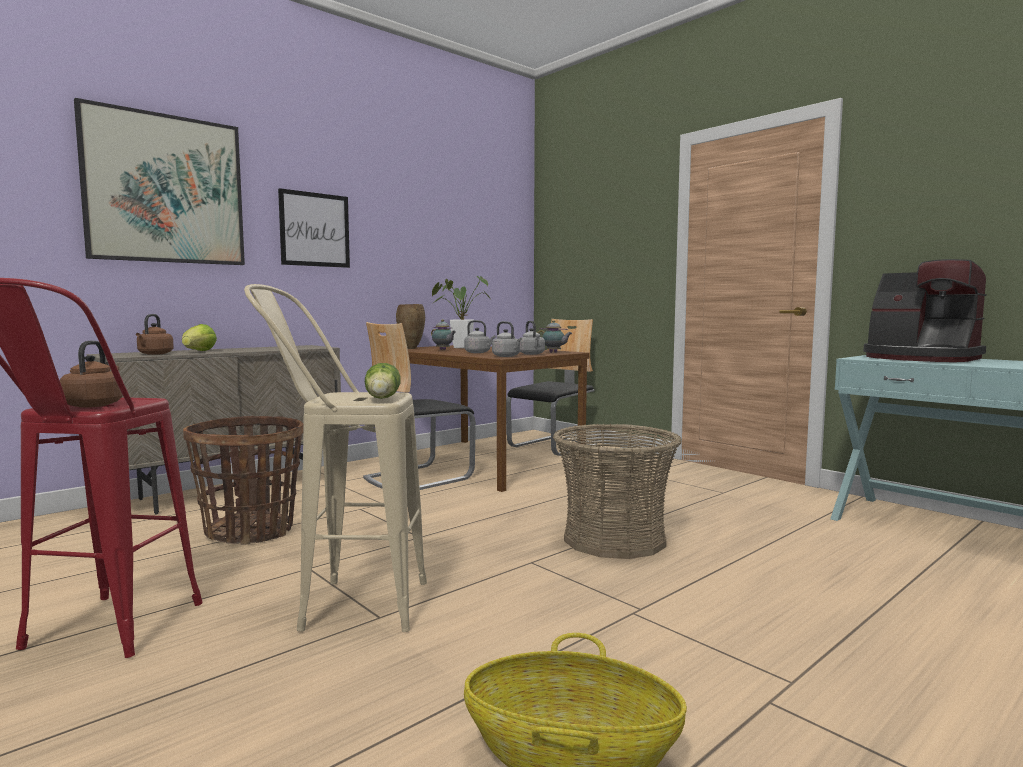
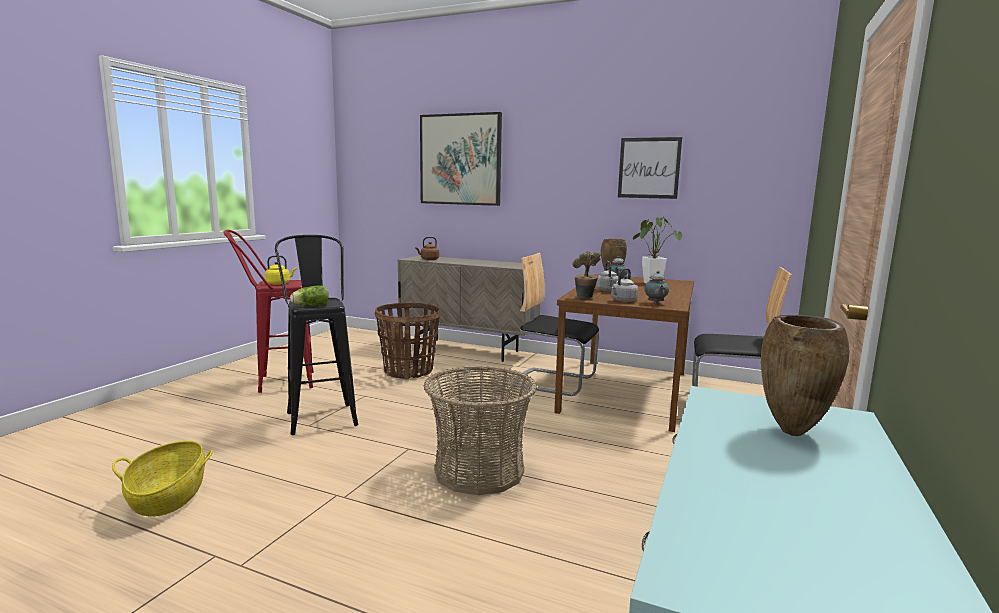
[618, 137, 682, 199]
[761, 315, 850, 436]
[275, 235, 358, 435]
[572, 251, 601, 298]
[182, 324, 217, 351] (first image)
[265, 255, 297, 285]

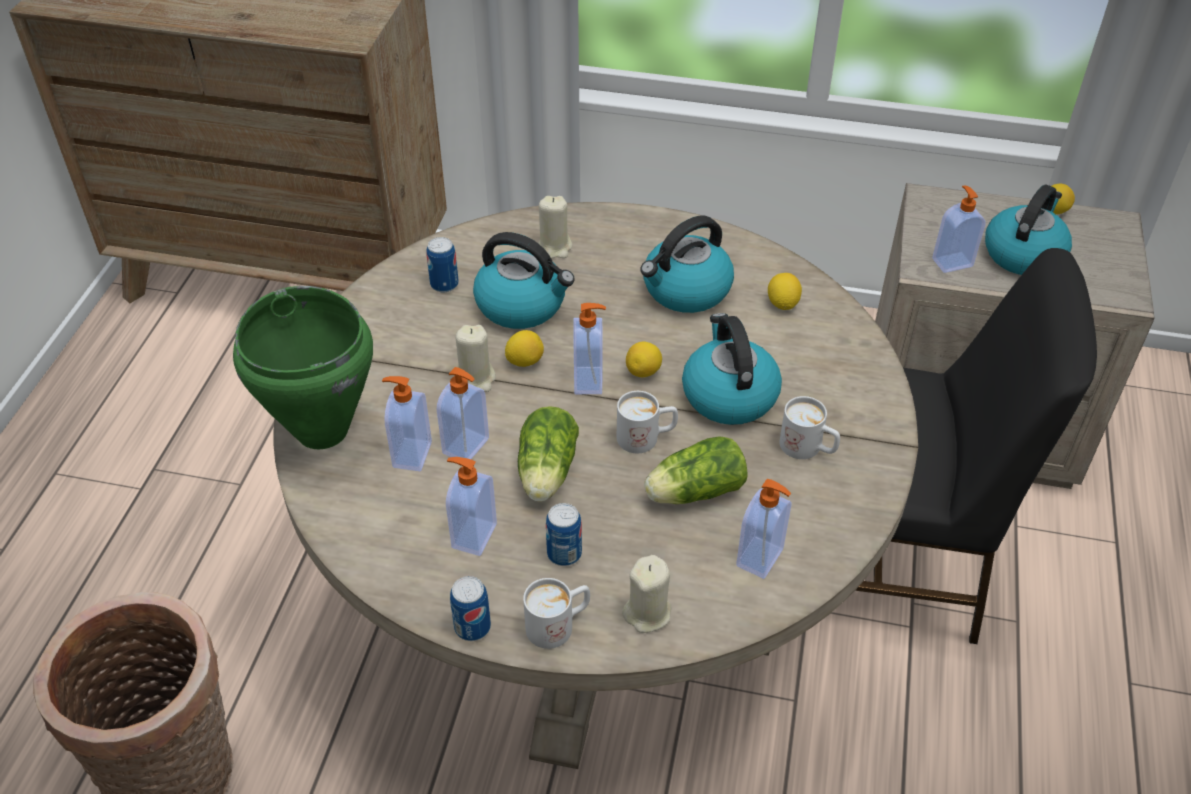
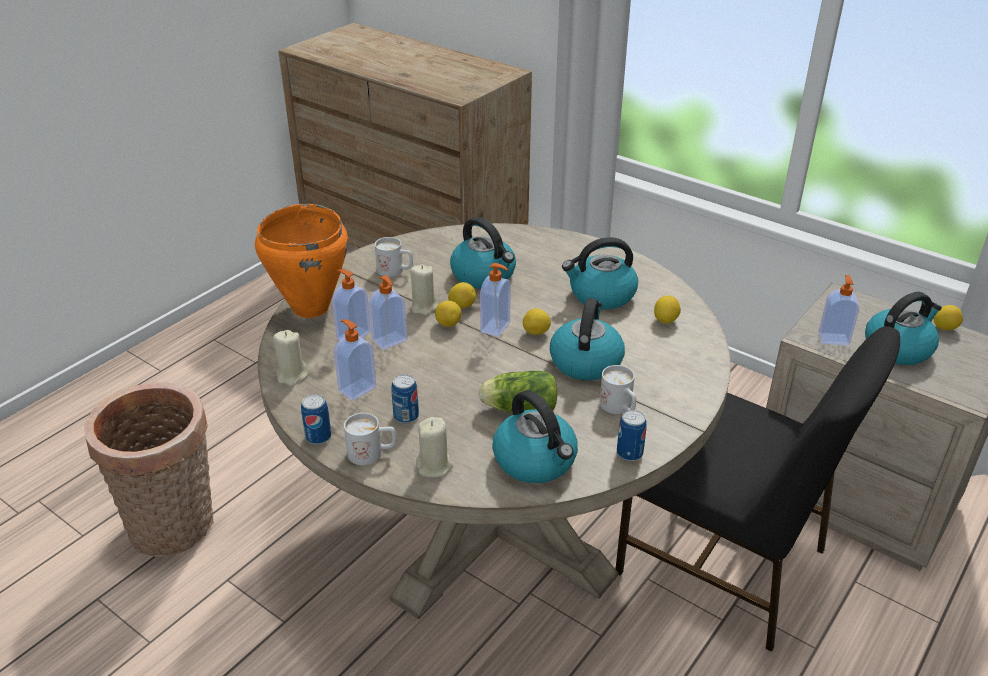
[273, 330, 309, 386]
[617, 410, 647, 461]
[255, 204, 348, 318]
[375, 237, 413, 277]
[518, 406, 579, 502] (first image)
[492, 390, 578, 483]
[435, 301, 462, 327]

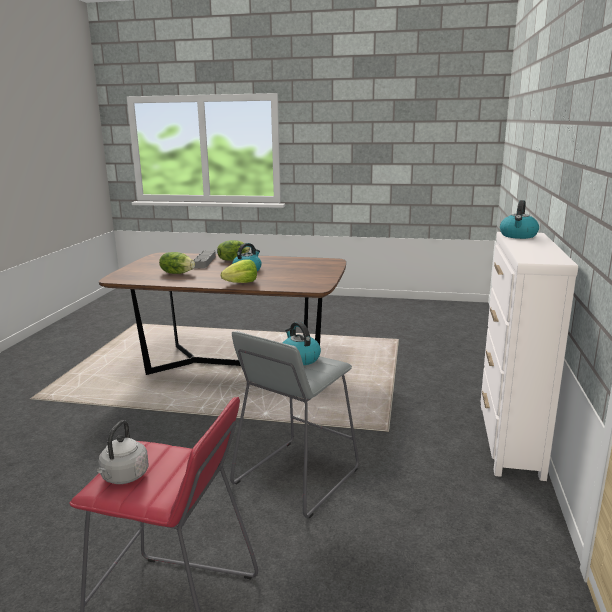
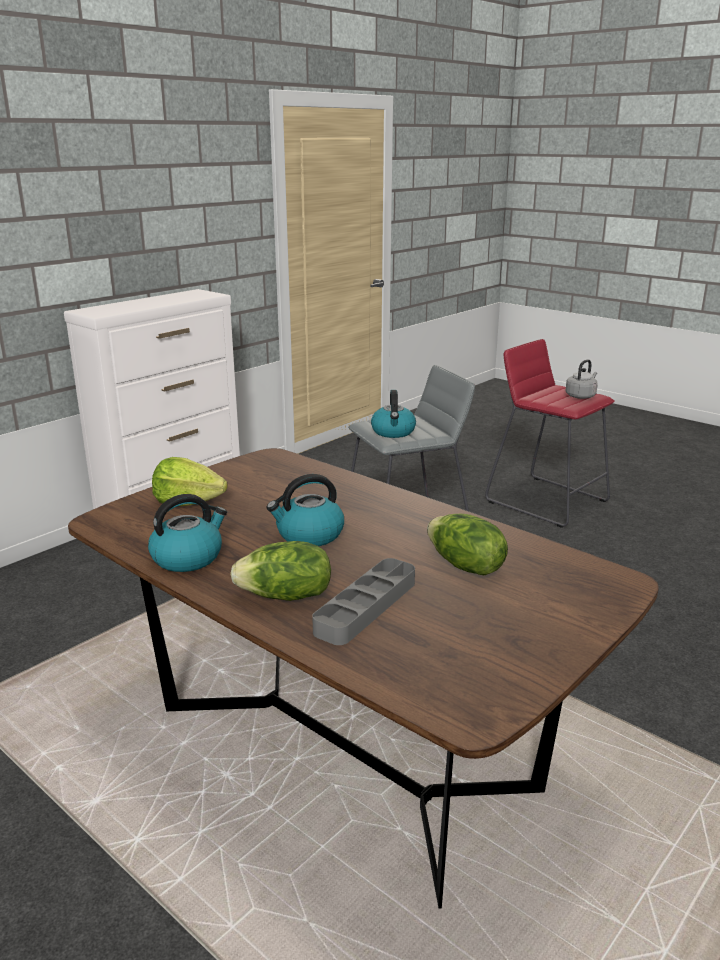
[148, 494, 227, 572]
[152, 457, 227, 506]

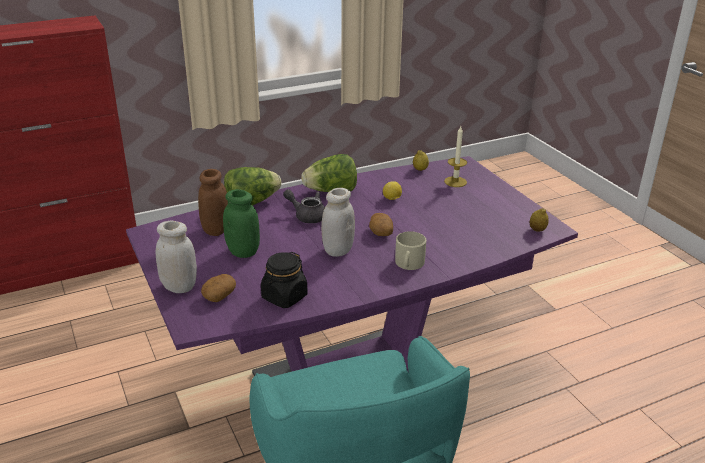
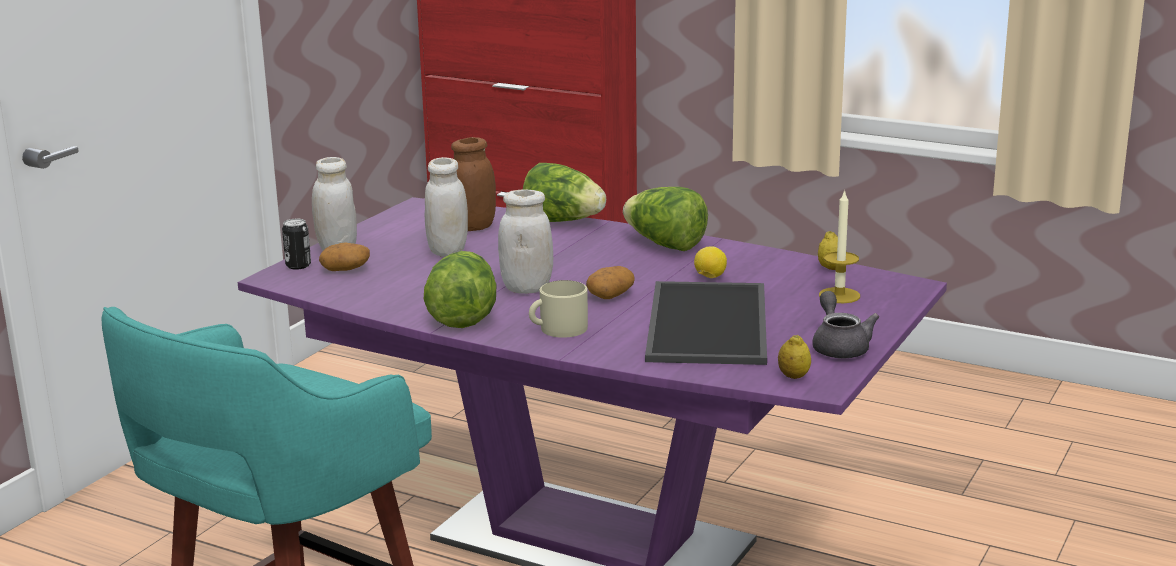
[424, 157, 468, 257]
[812, 291, 879, 358]
[261, 252, 308, 308] (first image)
[282, 219, 311, 270]
[424, 251, 496, 328]
[645, 281, 767, 365]

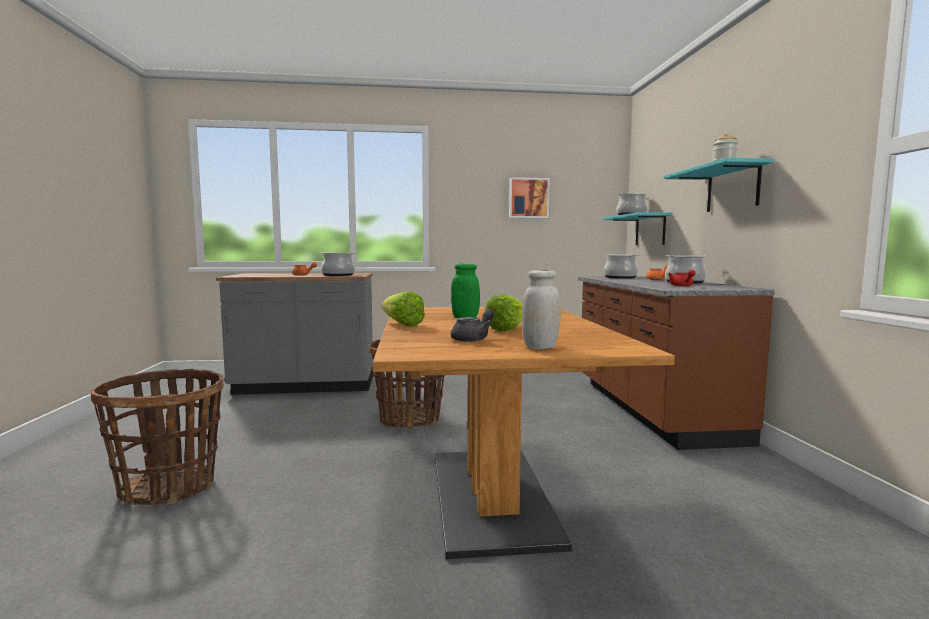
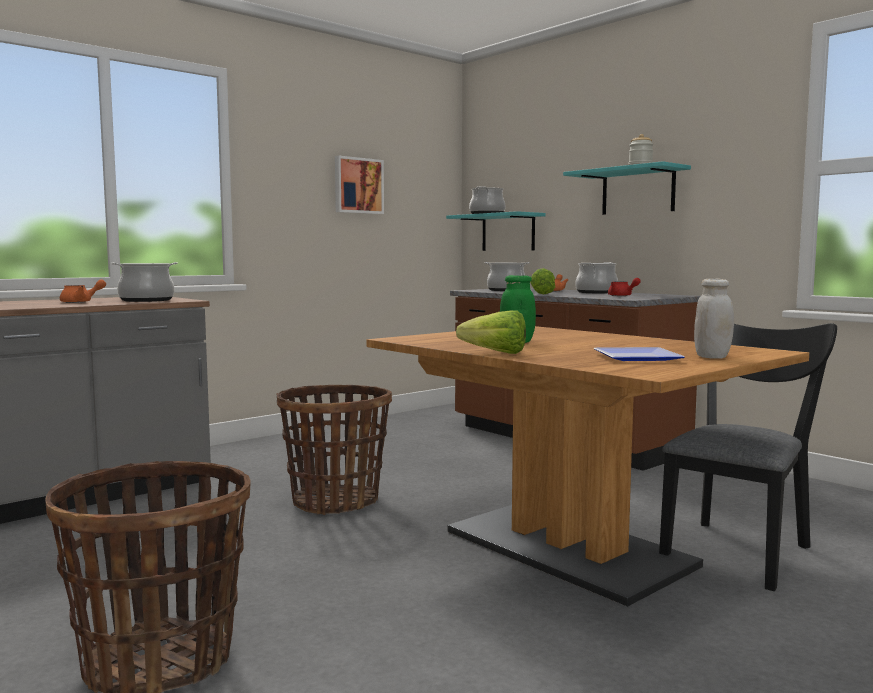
[530, 268, 555, 294]
[594, 347, 685, 361]
[659, 323, 837, 591]

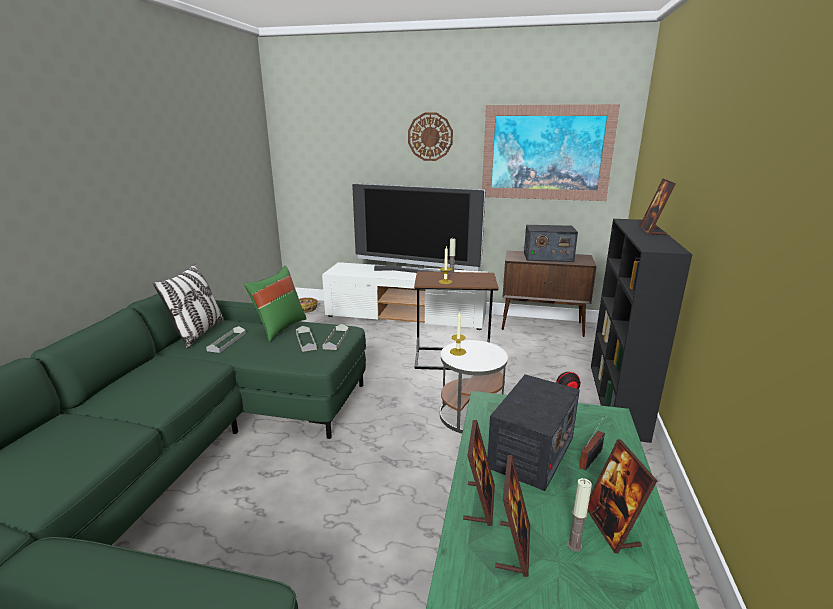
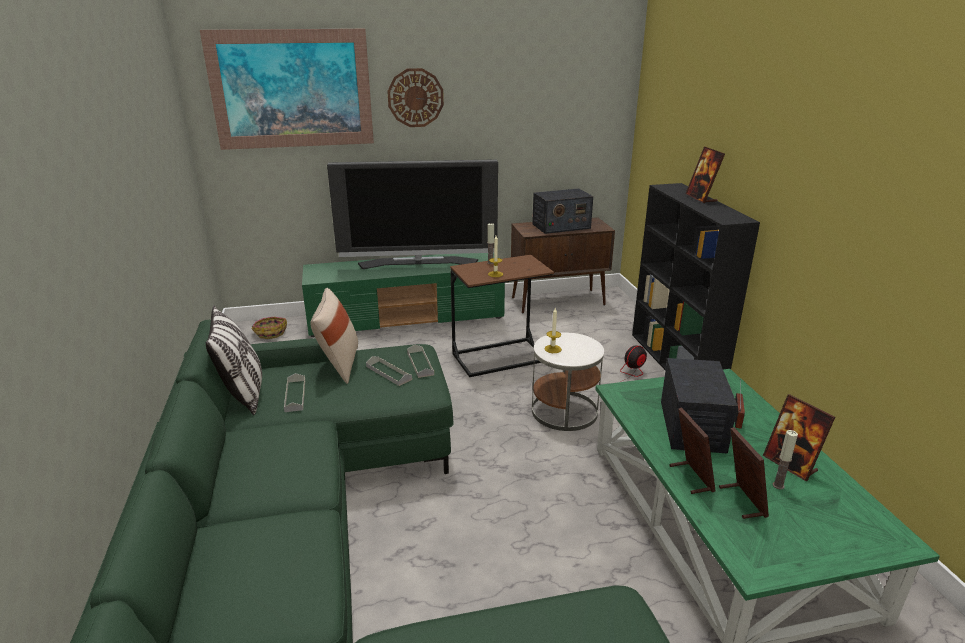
[200, 29, 374, 150]
[302, 253, 505, 337]
[310, 288, 358, 384]

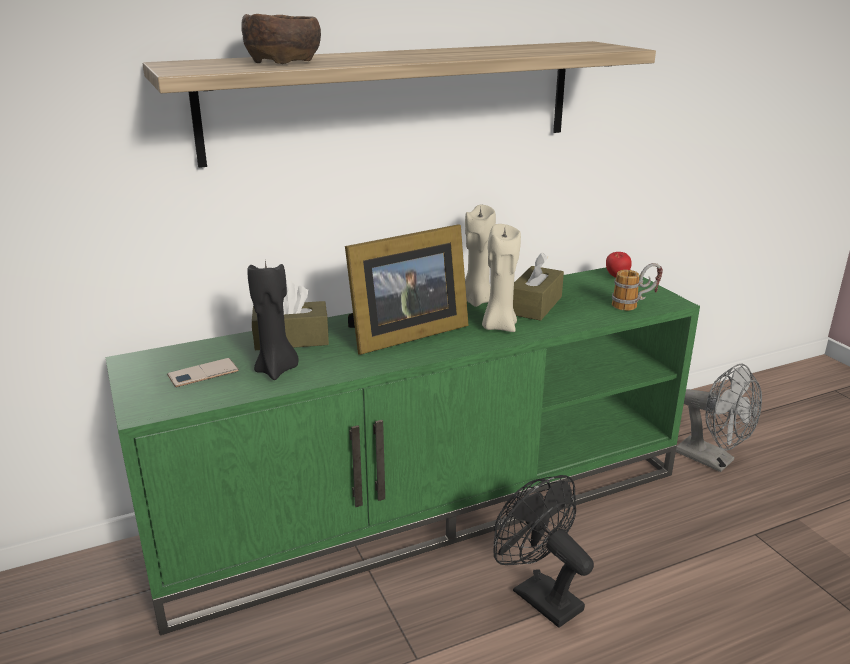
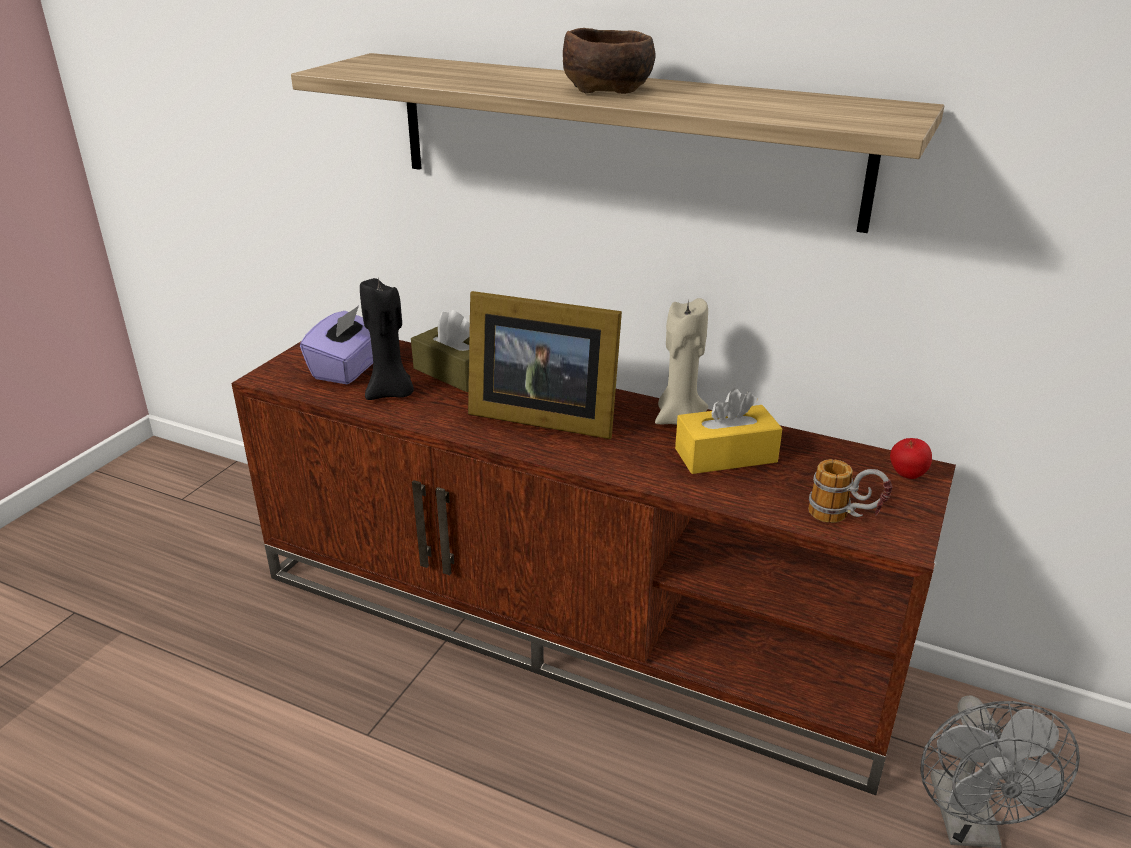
[563, 28, 656, 94]
[482, 224, 521, 332] (first image)
[675, 388, 783, 474]
[231, 340, 956, 795]
[300, 306, 373, 384]
[493, 475, 594, 628] (first image)

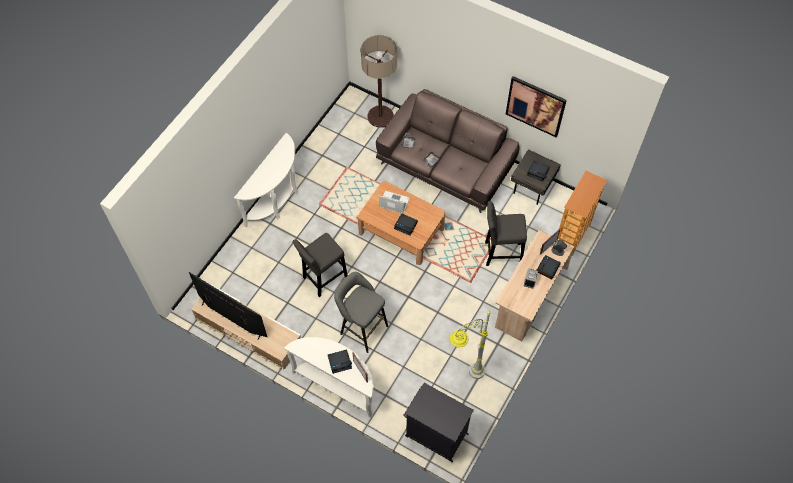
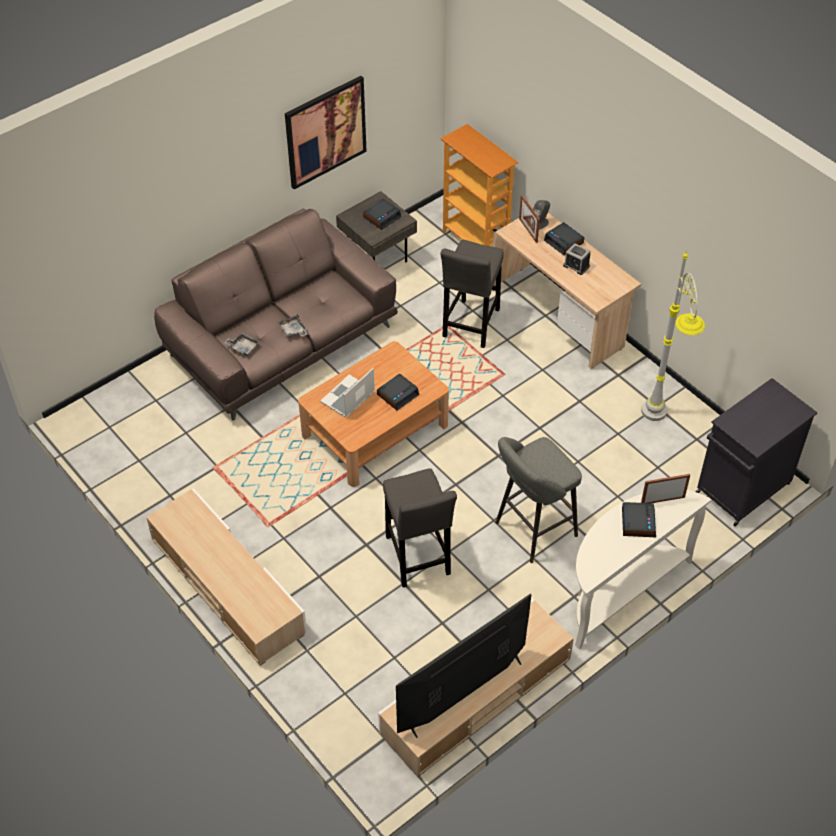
[361, 35, 397, 128] (first image)
[146, 488, 307, 666]

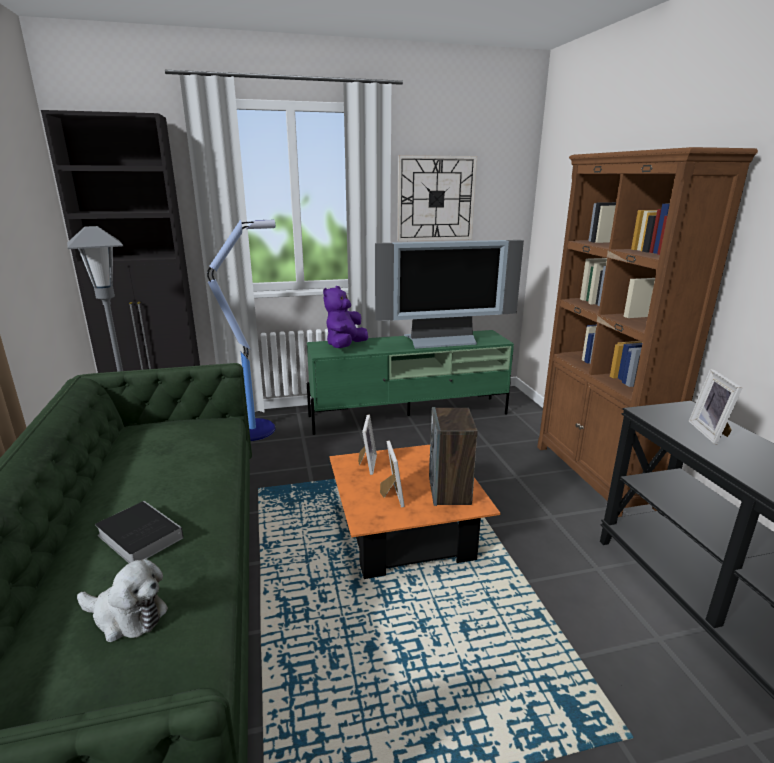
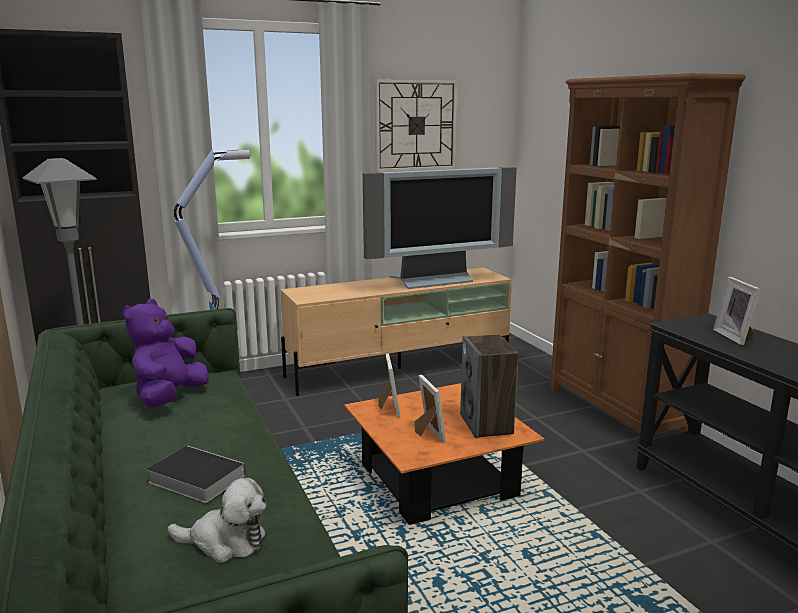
[123, 299, 209, 407]
[281, 268, 512, 396]

